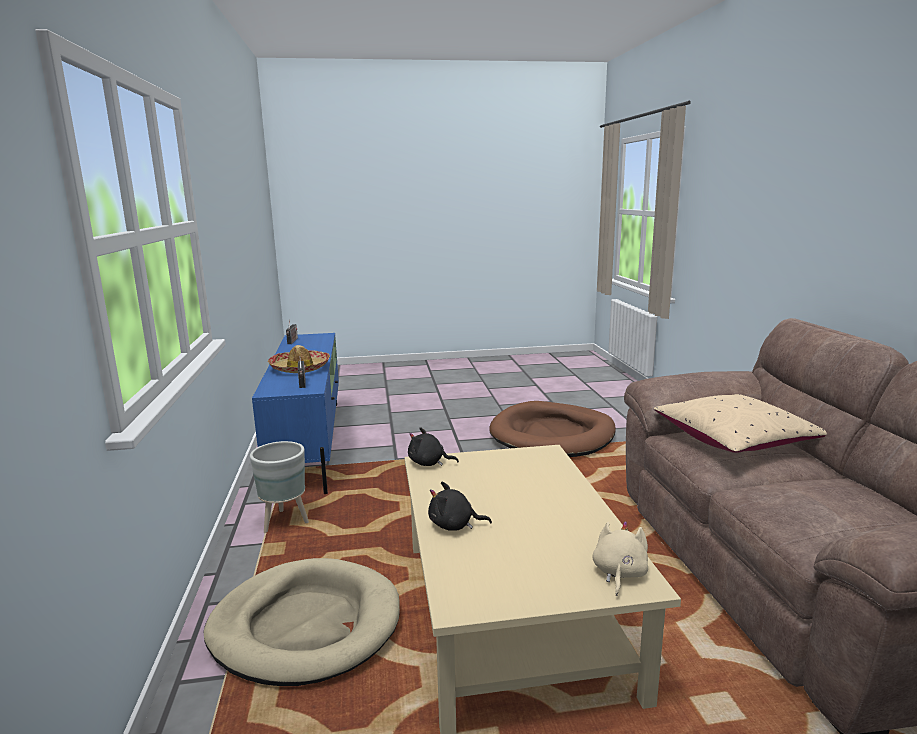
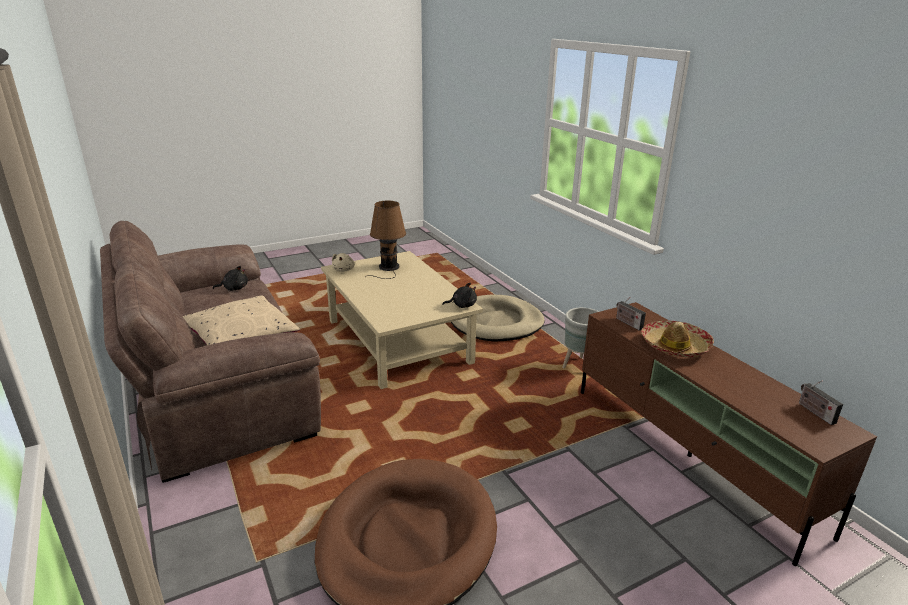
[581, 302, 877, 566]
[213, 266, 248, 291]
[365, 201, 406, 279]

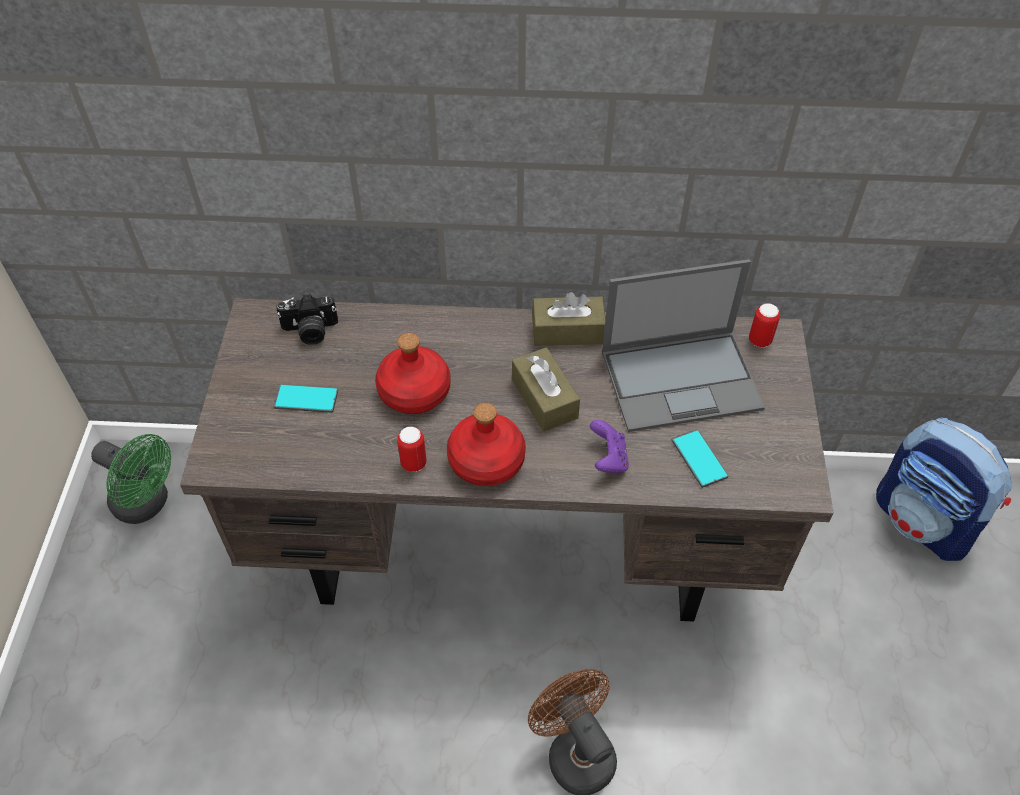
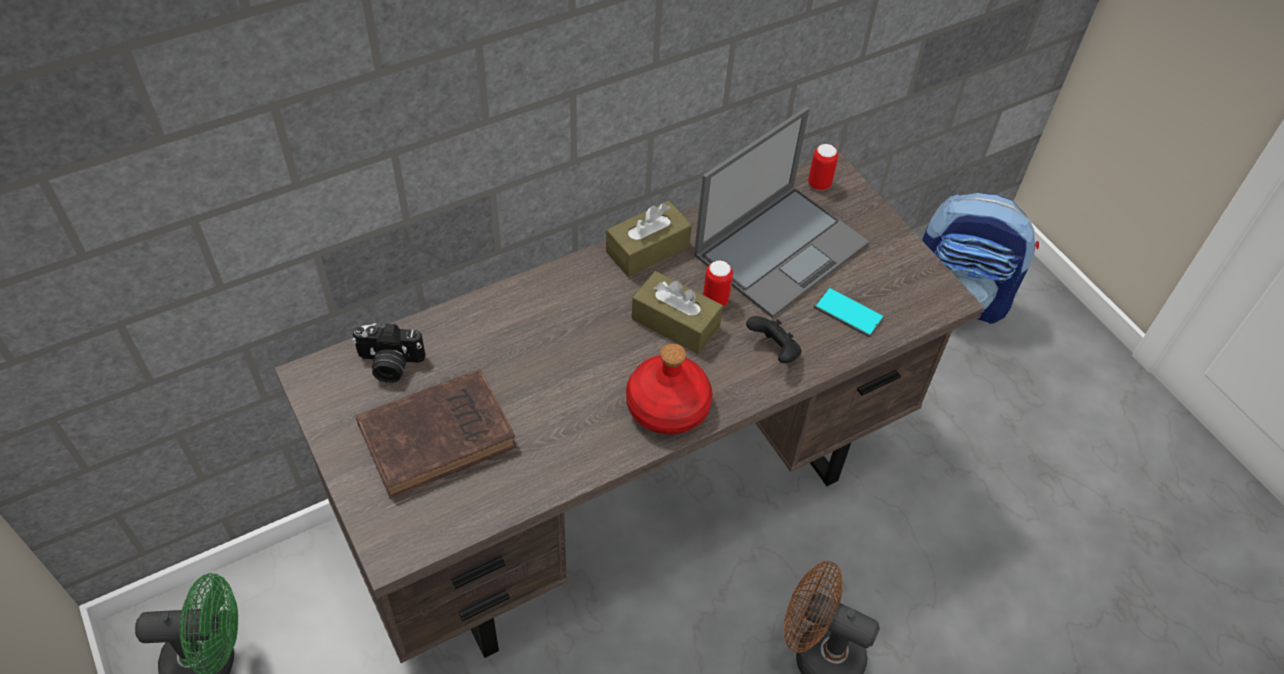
[352, 323, 425, 383]
[375, 333, 450, 414] (first image)
[356, 369, 517, 499]
[746, 316, 802, 363]
[703, 260, 733, 307]

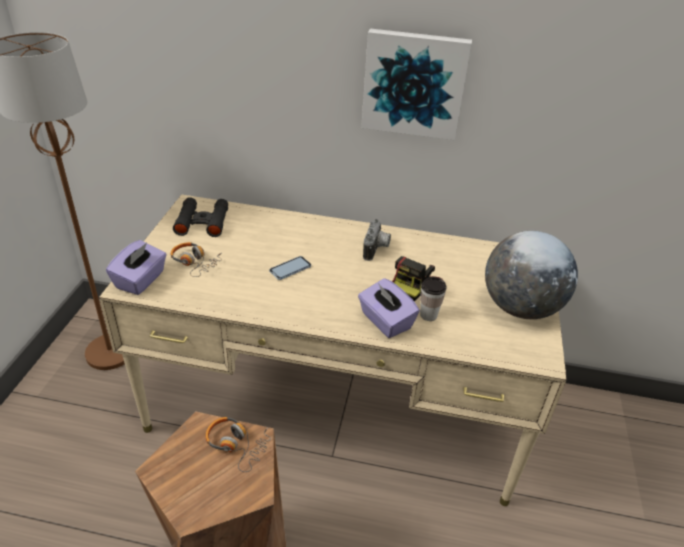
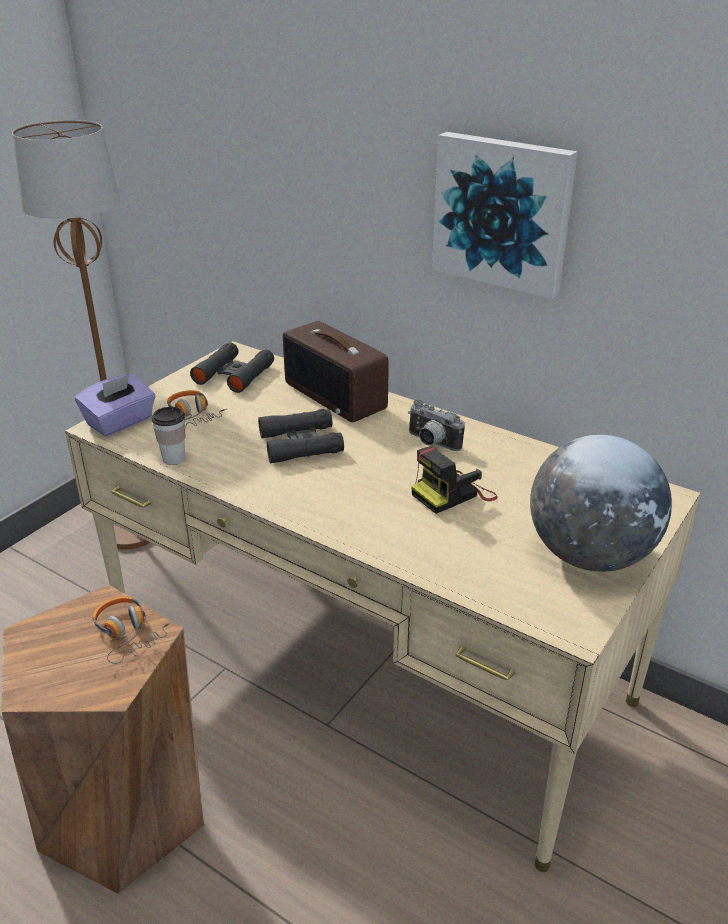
[408, 400, 465, 451]
[258, 409, 344, 463]
[151, 407, 185, 465]
[358, 278, 420, 338] (first image)
[283, 321, 389, 422]

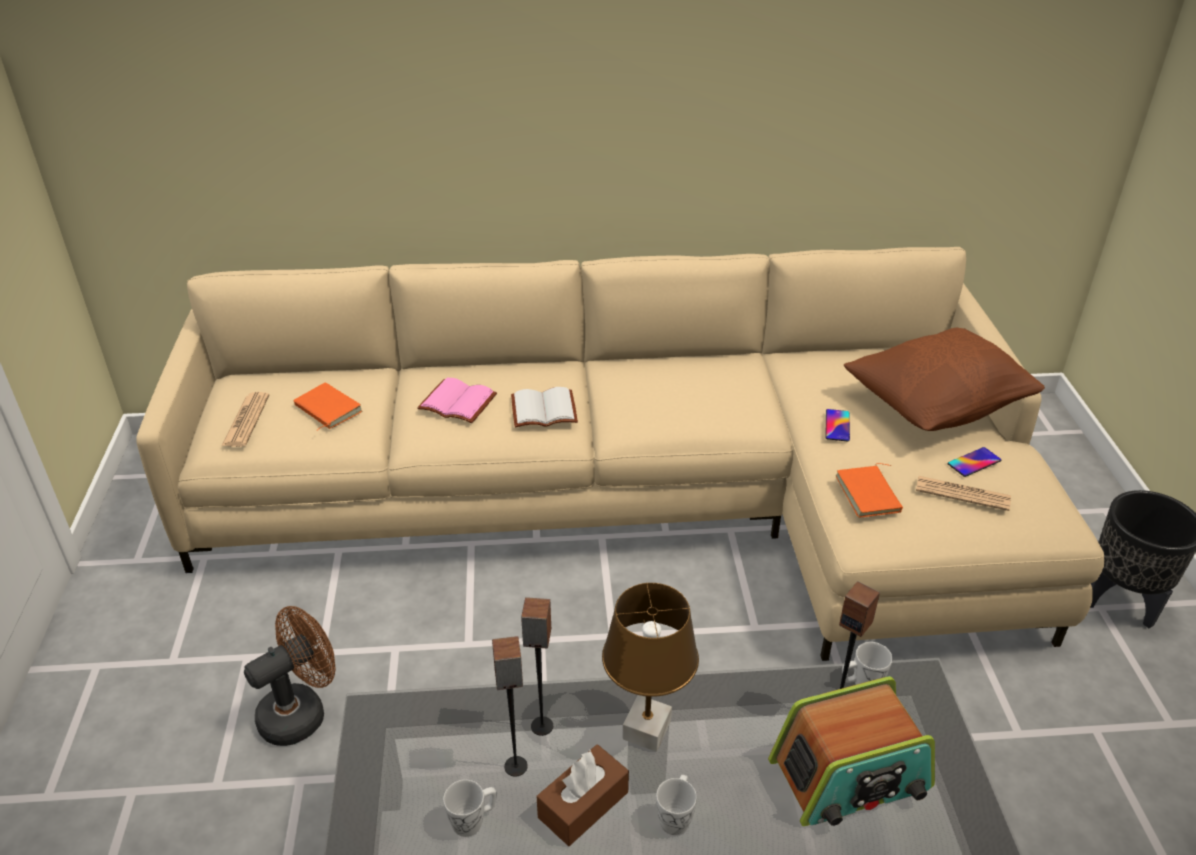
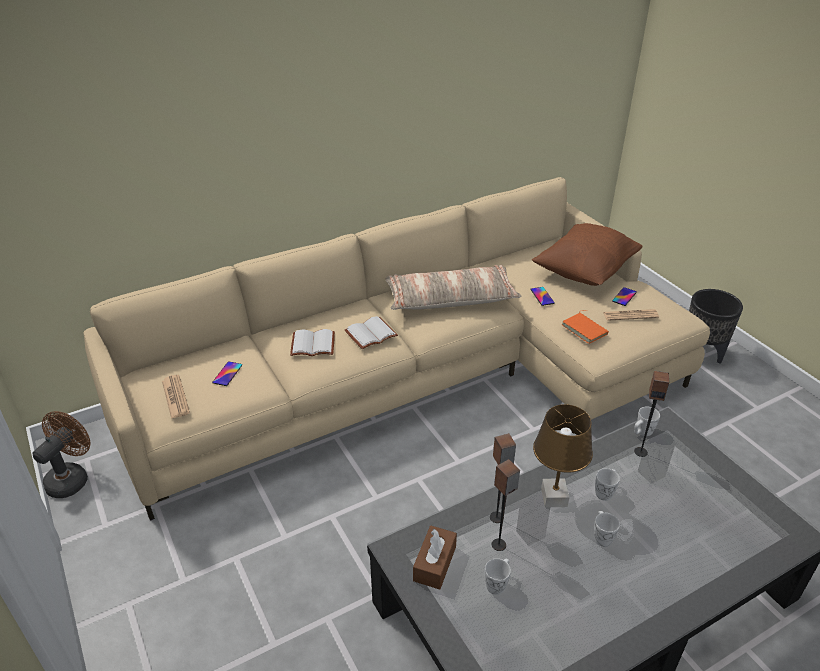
[290, 329, 335, 356]
[212, 361, 242, 386]
[33, 411, 90, 498]
[768, 676, 935, 826] (first image)
[413, 526, 457, 590]
[386, 265, 522, 310]
[595, 468, 620, 501]

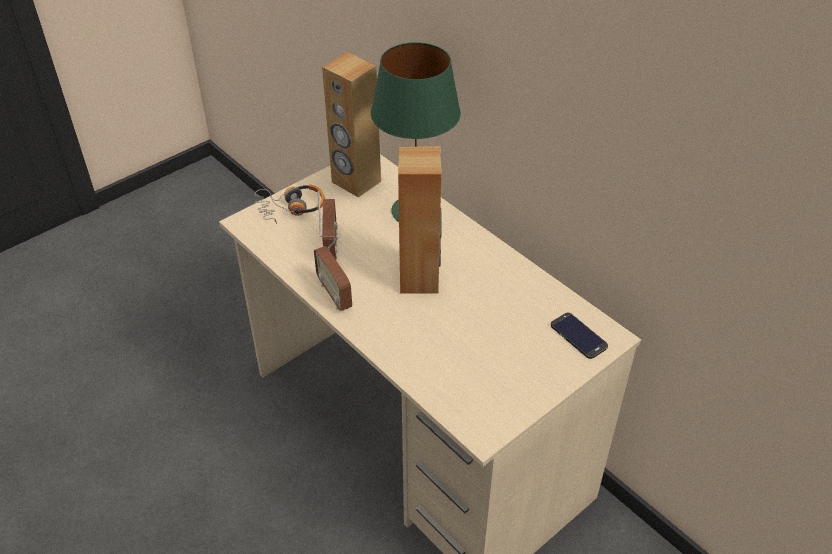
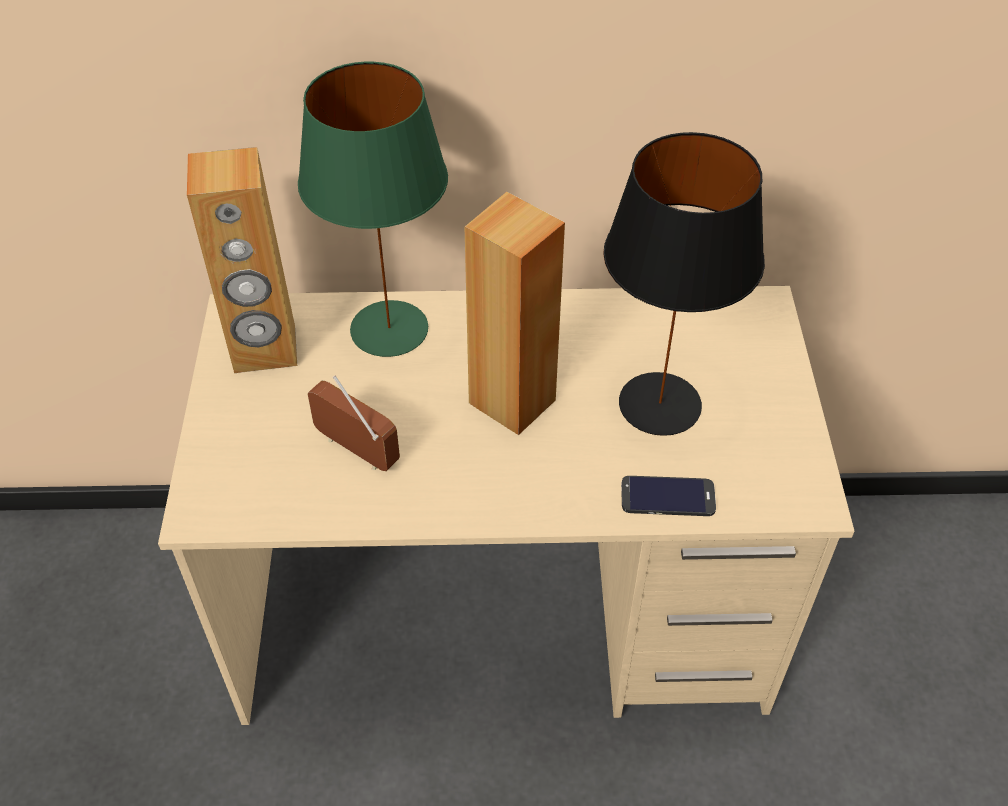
[255, 185, 325, 224] (first image)
[314, 237, 352, 311] (first image)
[621, 476, 716, 516]
[603, 132, 765, 436]

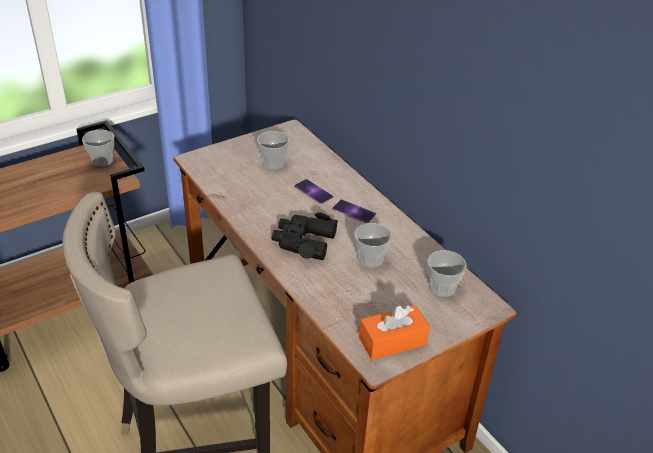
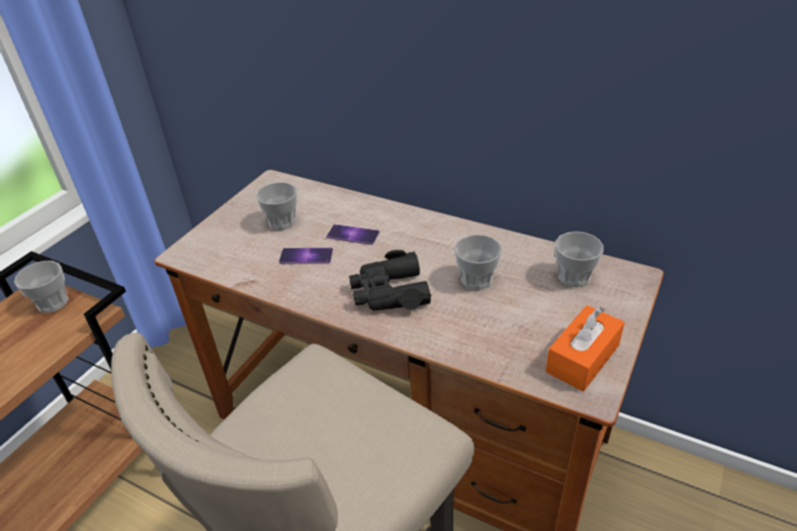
[279, 248, 333, 264]

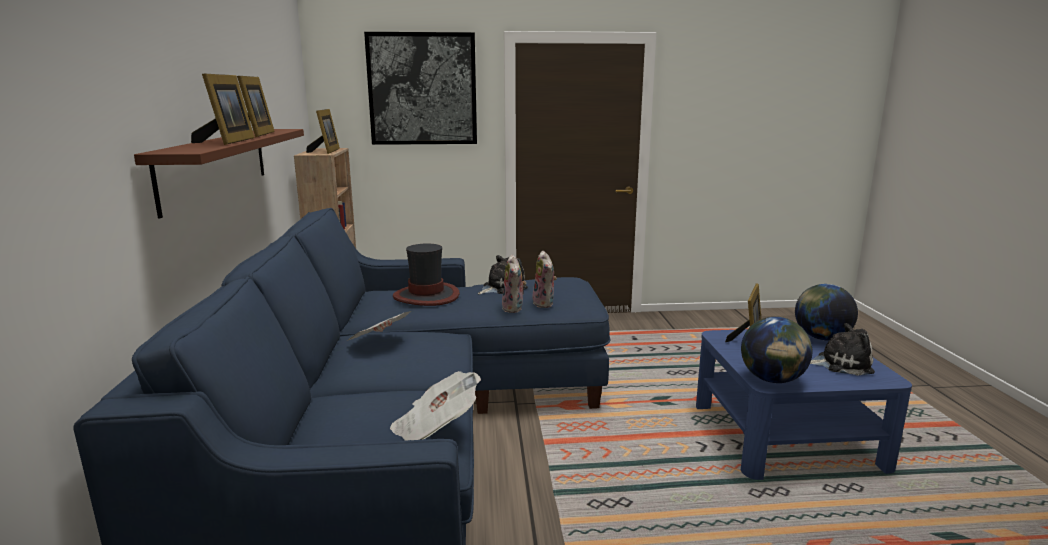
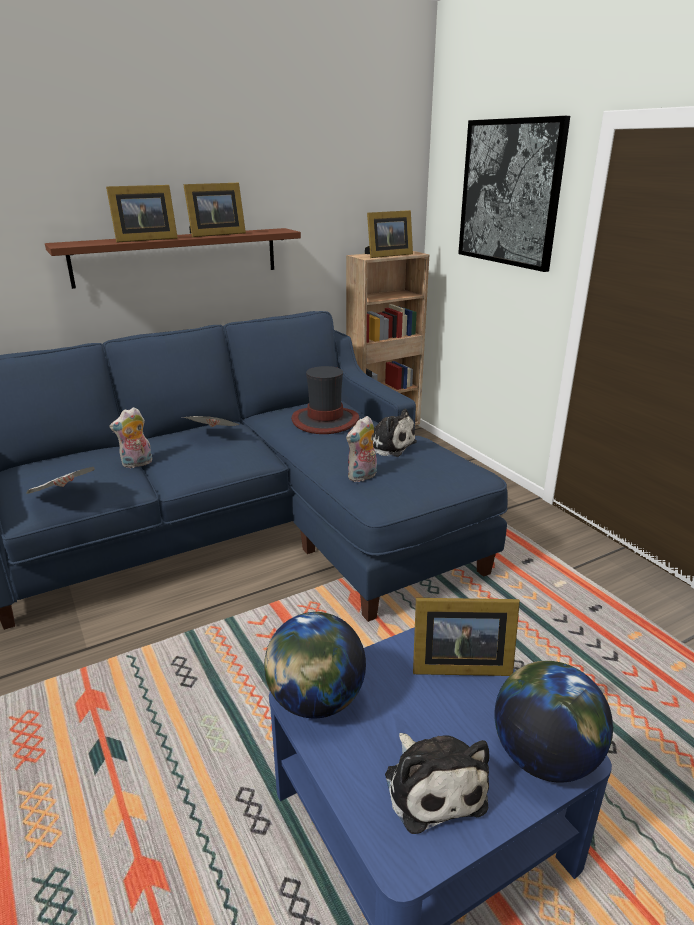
[109, 407, 152, 468]

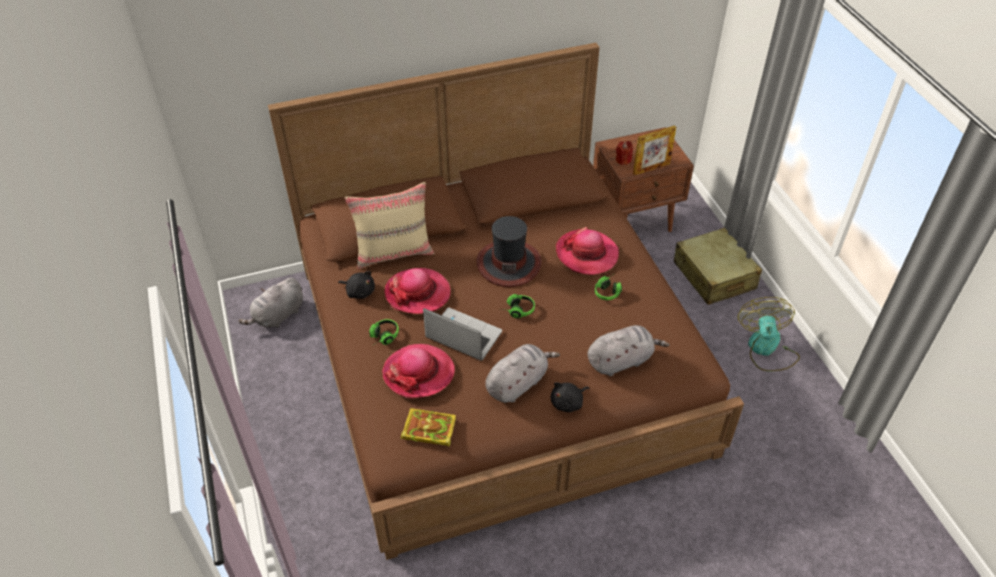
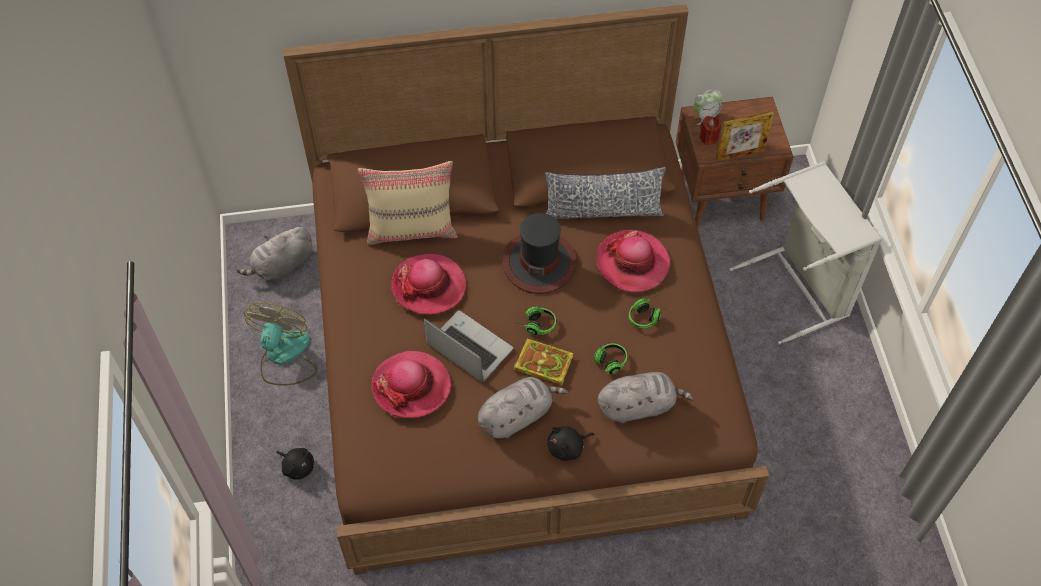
[729, 161, 882, 344]
[276, 448, 314, 480]
[244, 303, 317, 386]
[594, 343, 627, 375]
[513, 339, 573, 386]
[694, 90, 723, 125]
[545, 167, 666, 219]

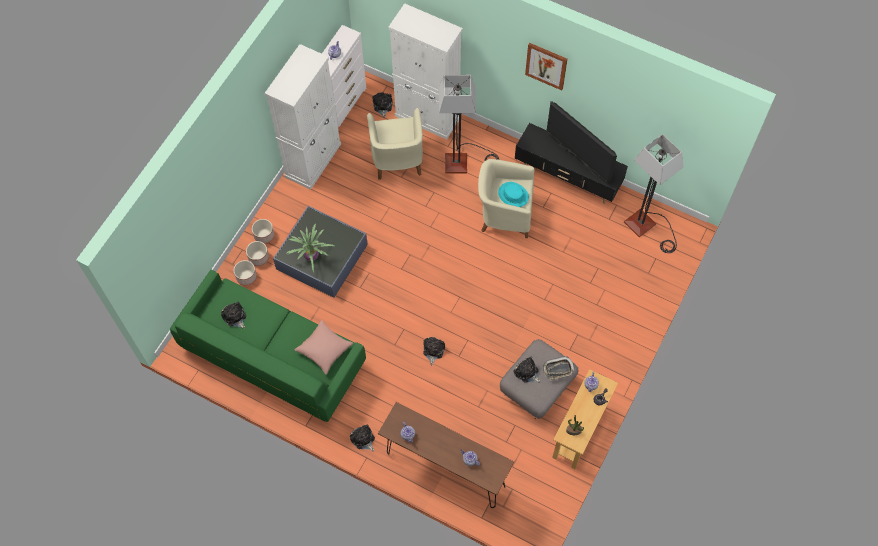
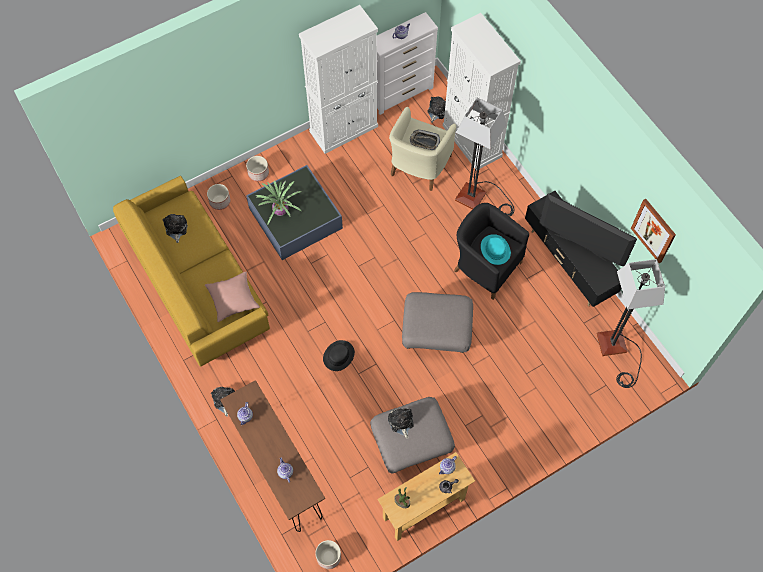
[631, 199, 676, 263]
[539, 193, 637, 266]
[454, 203, 529, 300]
[315, 540, 341, 569]
[113, 176, 270, 367]
[323, 340, 355, 371]
[410, 130, 440, 150]
[402, 292, 473, 353]

